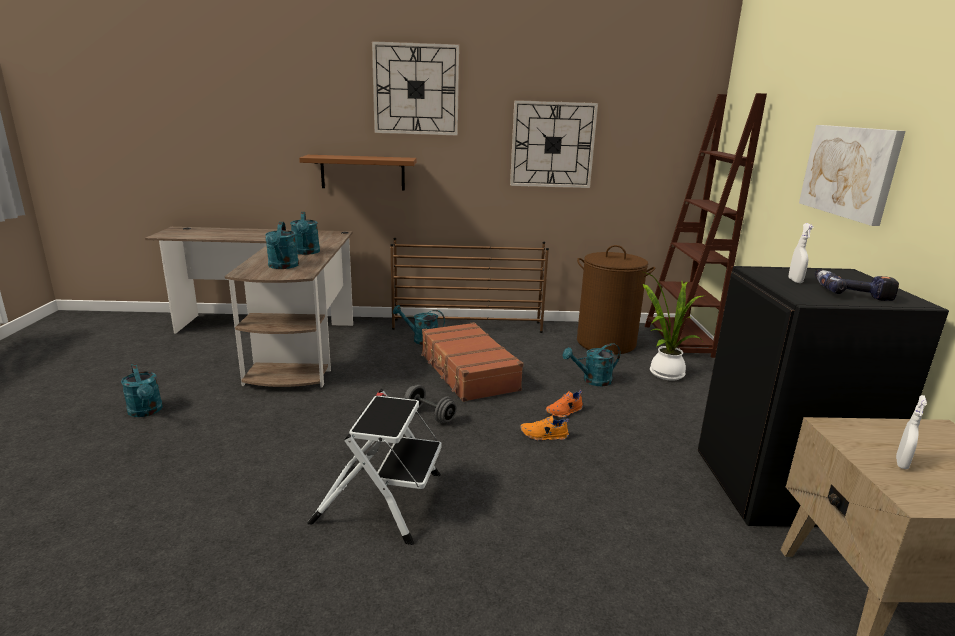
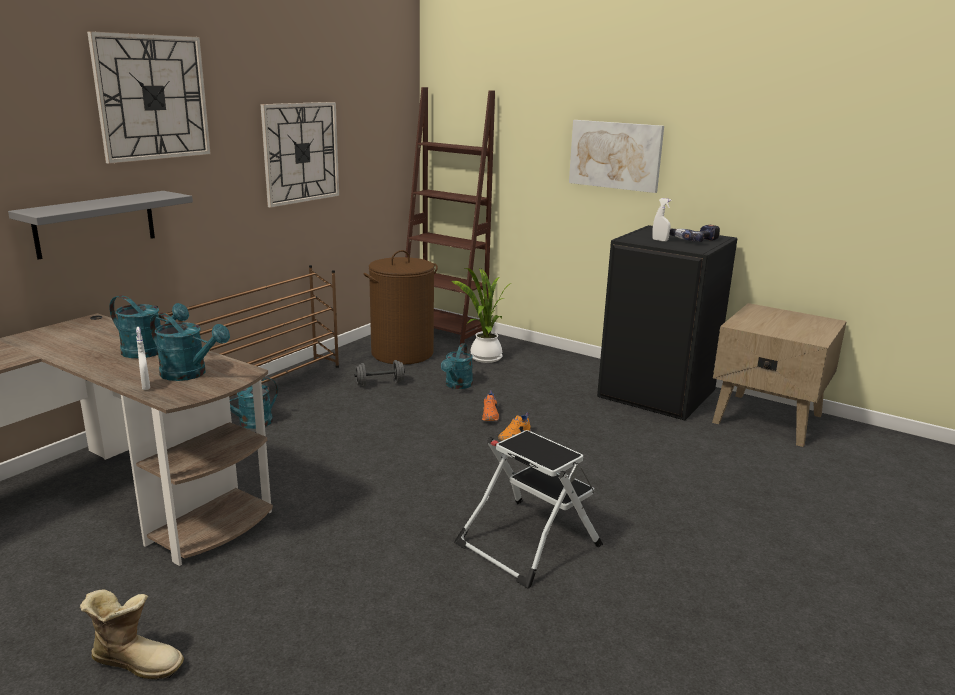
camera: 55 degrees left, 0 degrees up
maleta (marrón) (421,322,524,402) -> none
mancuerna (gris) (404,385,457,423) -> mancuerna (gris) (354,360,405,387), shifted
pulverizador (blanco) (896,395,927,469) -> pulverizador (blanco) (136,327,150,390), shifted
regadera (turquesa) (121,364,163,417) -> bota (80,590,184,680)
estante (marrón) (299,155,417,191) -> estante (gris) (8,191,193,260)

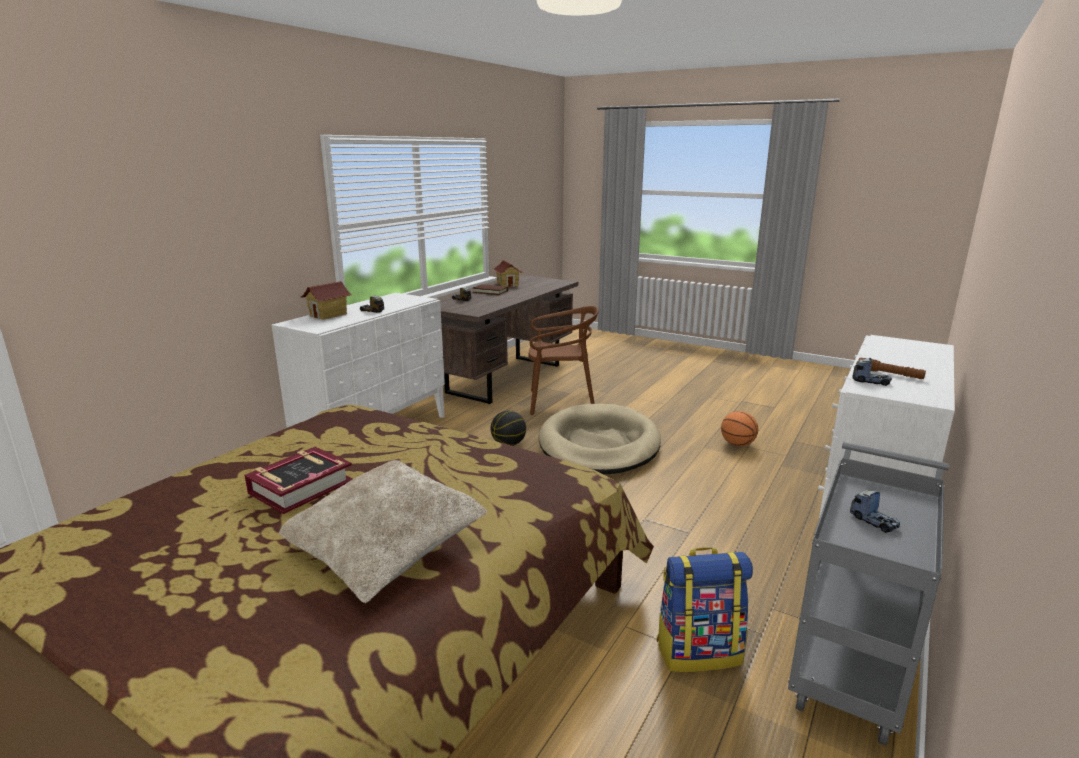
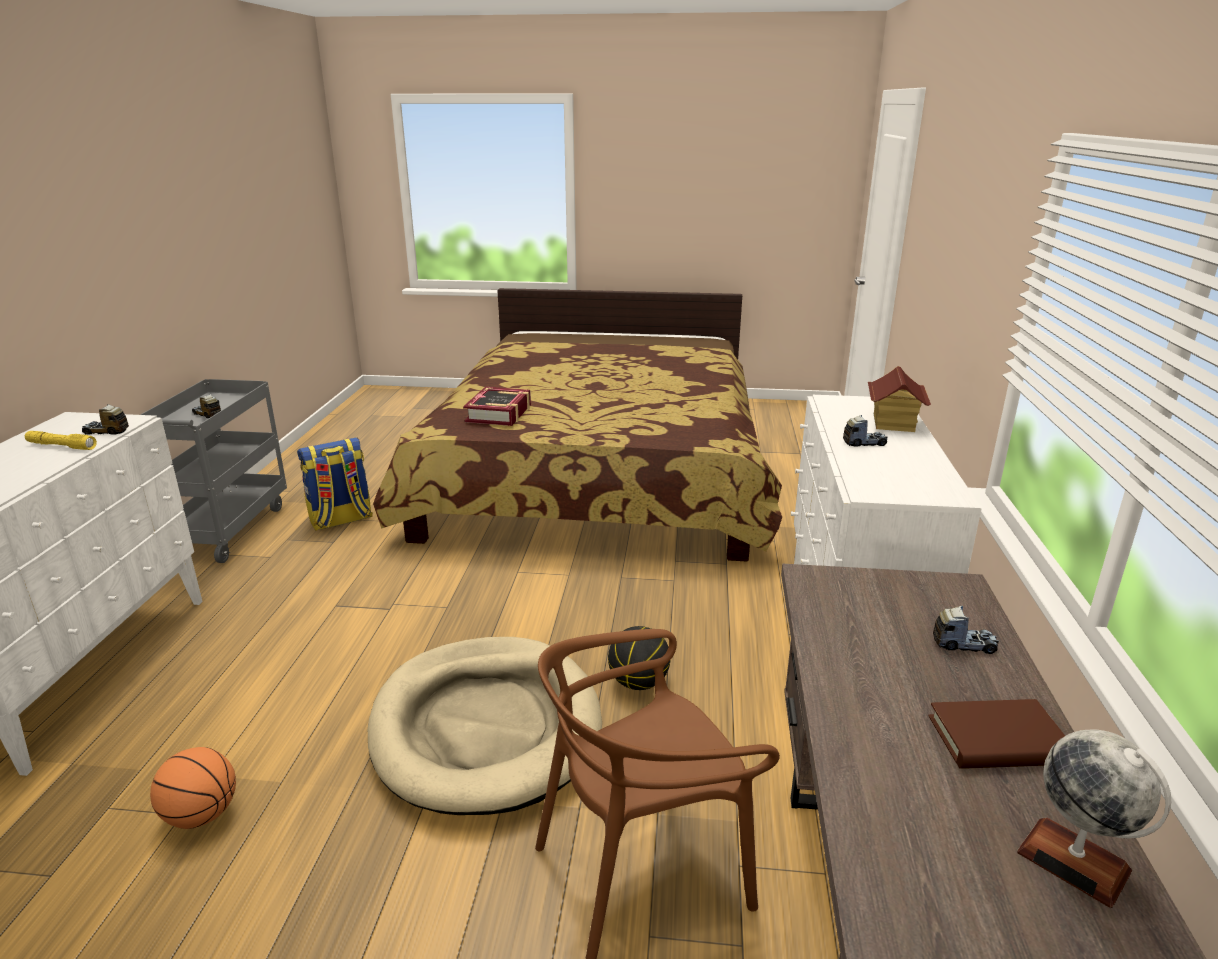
camera: 155 degrees right, 5 degrees up
cojín (beis) (279,460,487,603) -> none
libro (245,447,353,514) -> libro (463,387,531,426), shifted
casita (493,260,522,287) -> globo terráqueo (1017,729,1171,908)
linterna (marrón) (858,358,926,379) -> linterna (amarillo) (25,431,97,450)

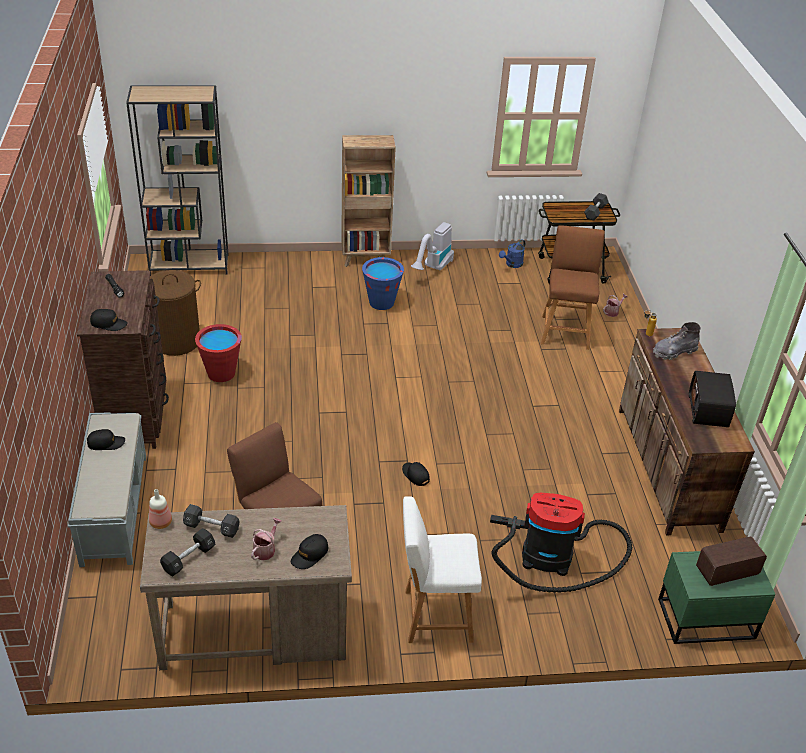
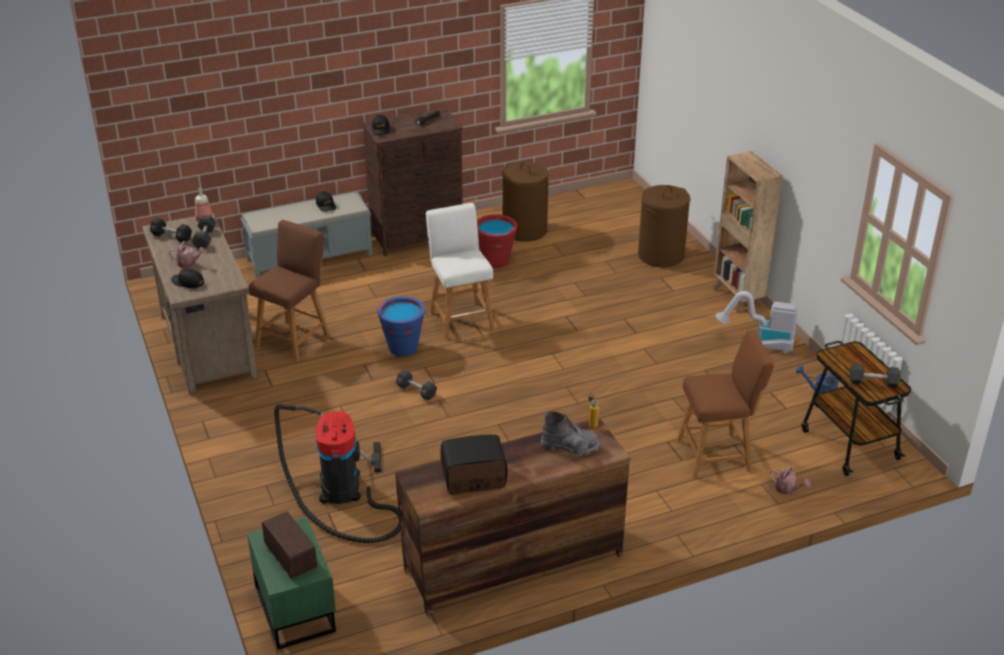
camera: 75 degrees right, 5 degrees down
estantería (126,85,229,276) -> none
none -> cesto de la ropa (marrón) (638,185,690,268)
cubo (azul) (362,257,404,310) -> cubo (azul) (377,296,425,357), shifted
taburete (blanco) (403,496,482,643) -> taburete (blanco) (426,203,495,340), shifted
gorra (negro) (402,462,430,486) -> mancuerna (negro) (396,369,437,401)
bota (gris) (653,322,701,360) -> bota (gris) (541,411,600,456), 135 degrees clockwise

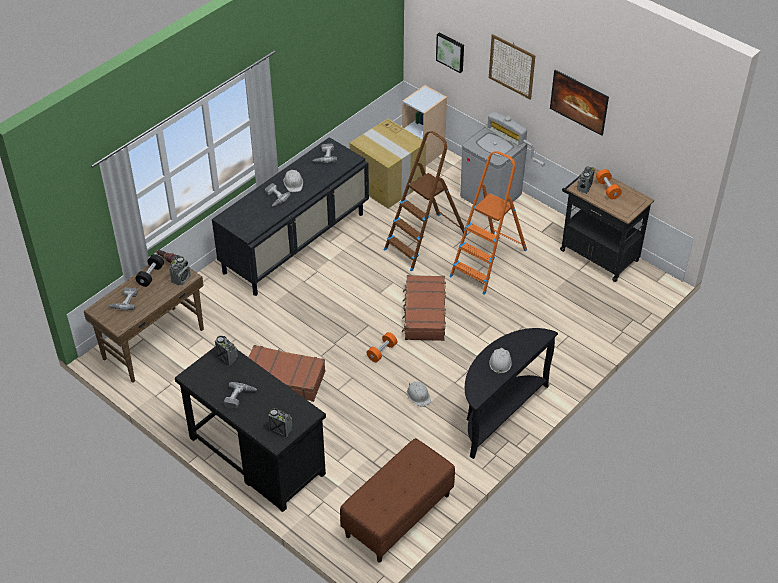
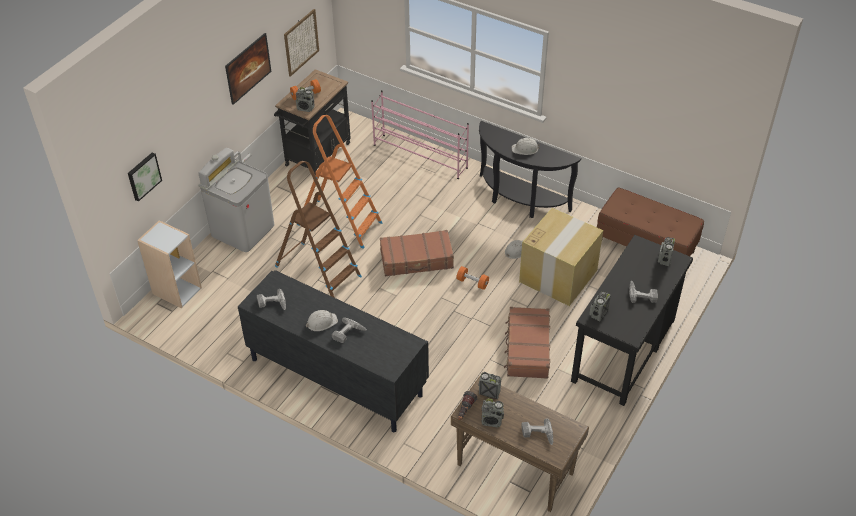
camera: 100 degrees left, 0 degrees up
none -> zapatero (rosa) (371,90,469,179)
caja de cartón (350,118,426,209) -> caja de cartón (519,208,603,306), shifted
cuadro (489,34,535,99) -> cuadro (284,9,319,77), shifted
mancuerna (negro) (135,254,164,287) -> radio (482,399,504,427)

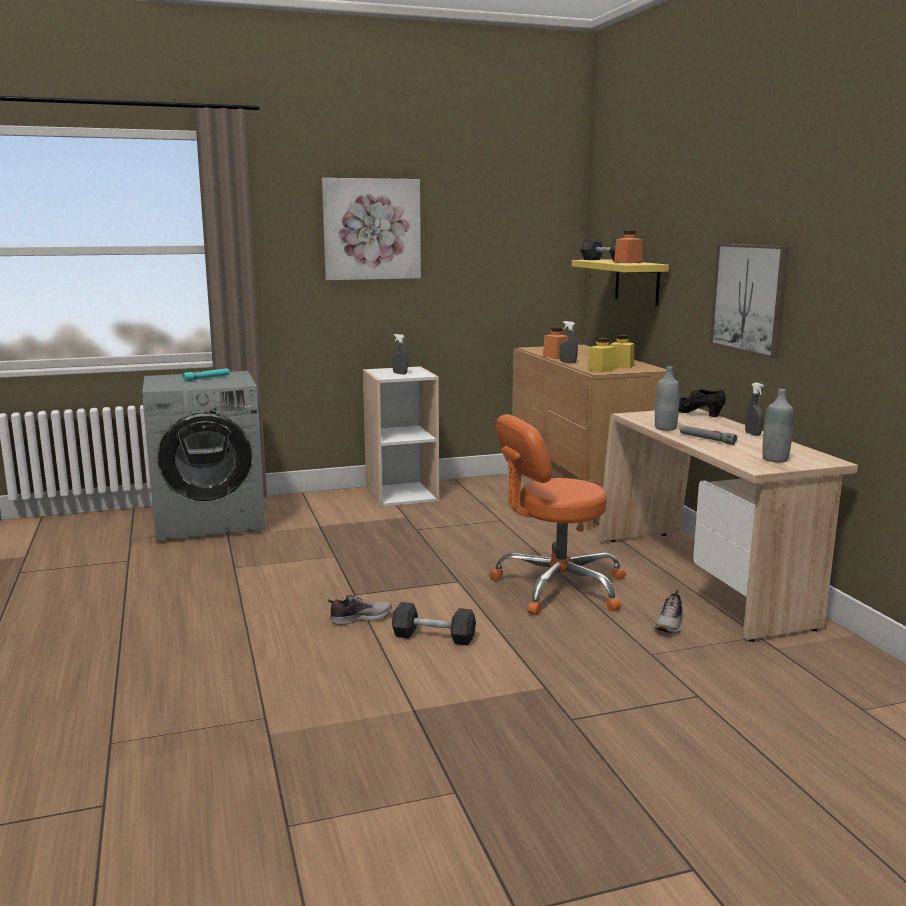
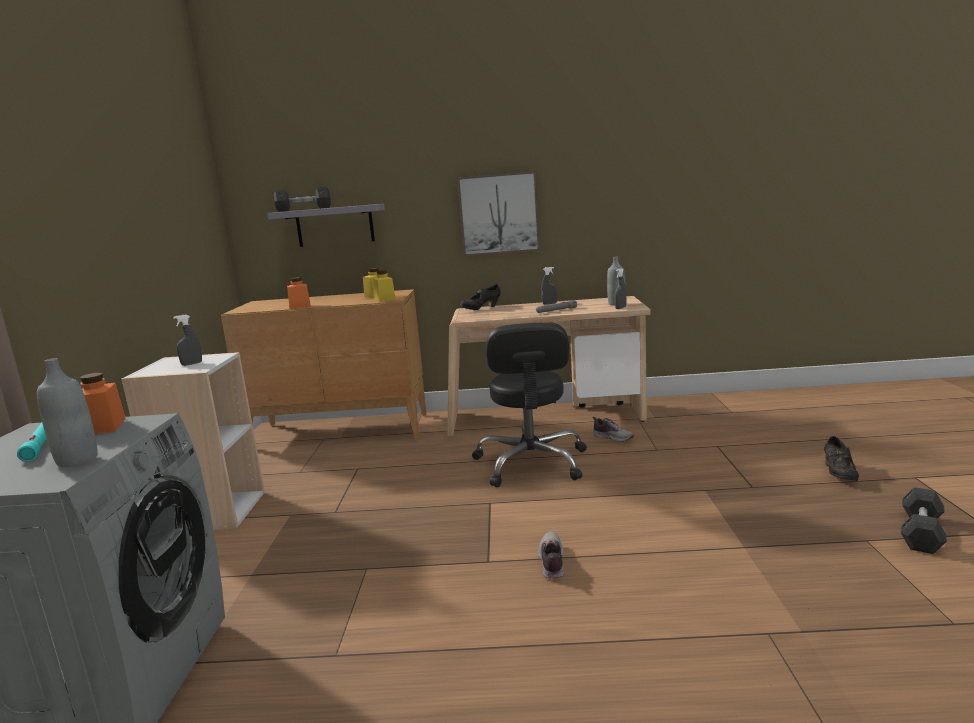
camera: 70 degrees left, 0 degrees up
cuadro (322,178,421,280) -> none
none -> zapato (negro) (824,436,859,481)
mancuerna (gris) (392,602,476,645) -> mancuerna (gris) (901,487,947,554), shifted
pulverizador (gris) (560,321,578,363) -> pulverizador (gris) (615,268,626,309), shifted
tarro (naranja) (614,231,642,263) -> tarro (naranja) (80,373,126,434), shifted
botella (gris) (655,366,680,431) -> botella (gris) (37,358,98,467), shifted
silla de oficina (naranja) (489,414,626,615) -> silla de oficina (negro) (472,323,587,487)
estante (amarillo) (572,259,669,306) -> estante (gris) (267,204,385,247)

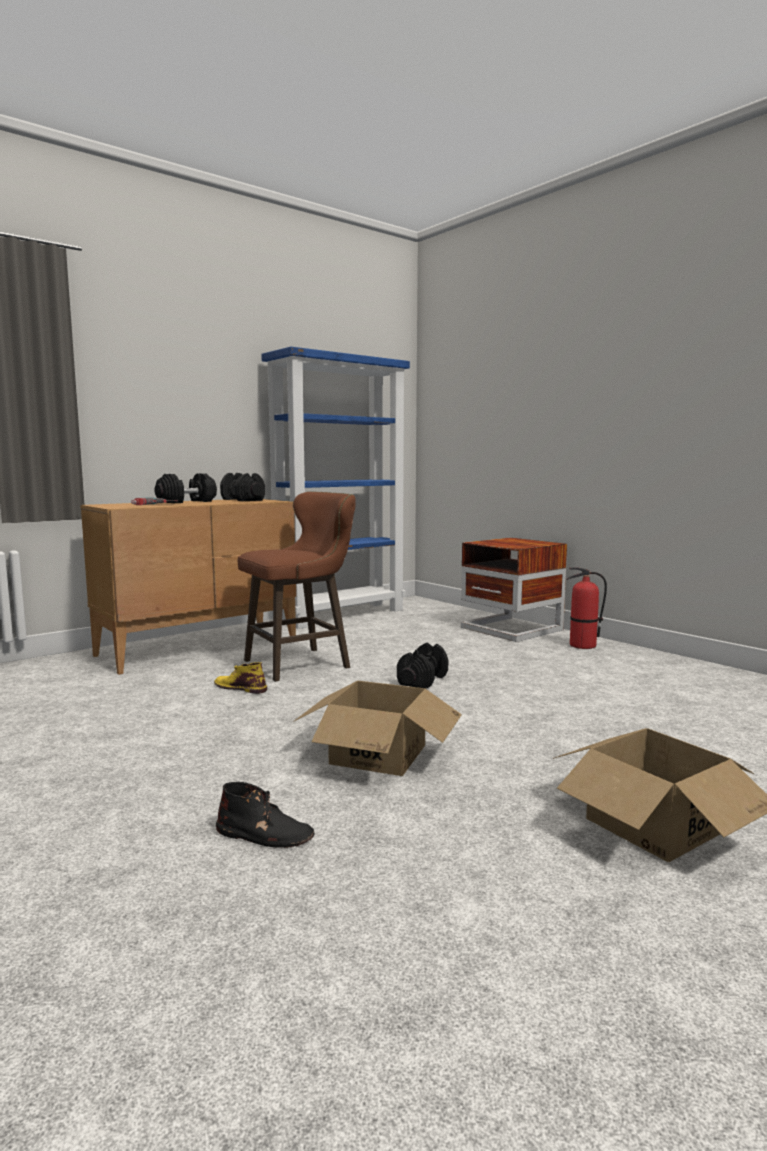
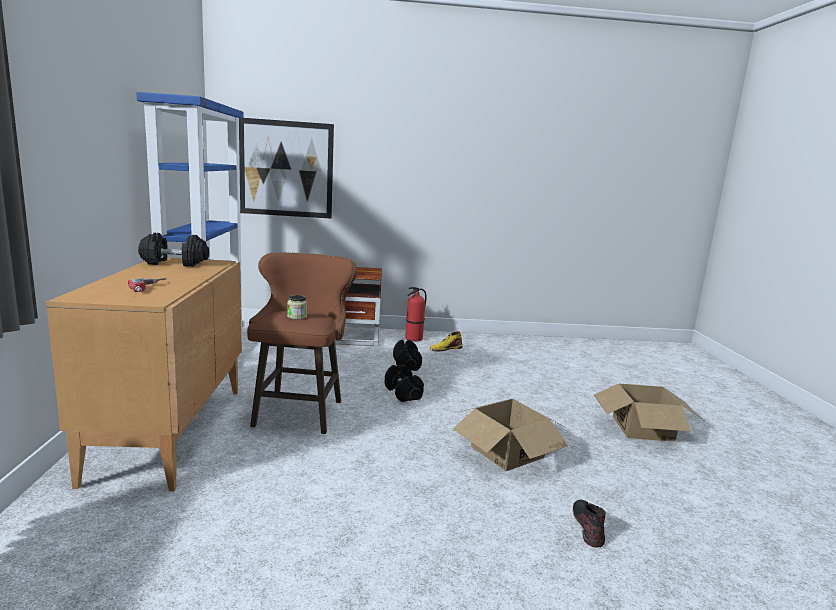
camera: 55 degrees left, 5 degrees up
none -> cuadro (239,118,334,219)
none -> tarro (287,295,307,319)
mancuerna (negro) (154,473,217,503) -> mancuerna (negro) (393,340,422,371), shifted
bota (amarillo) (214,662,267,694) -> bota (amarillo) (430,331,463,351), shifted
bota (negro) (216,782,315,848) -> bota (negro) (573,499,606,548), 45 degrees counterclockwise

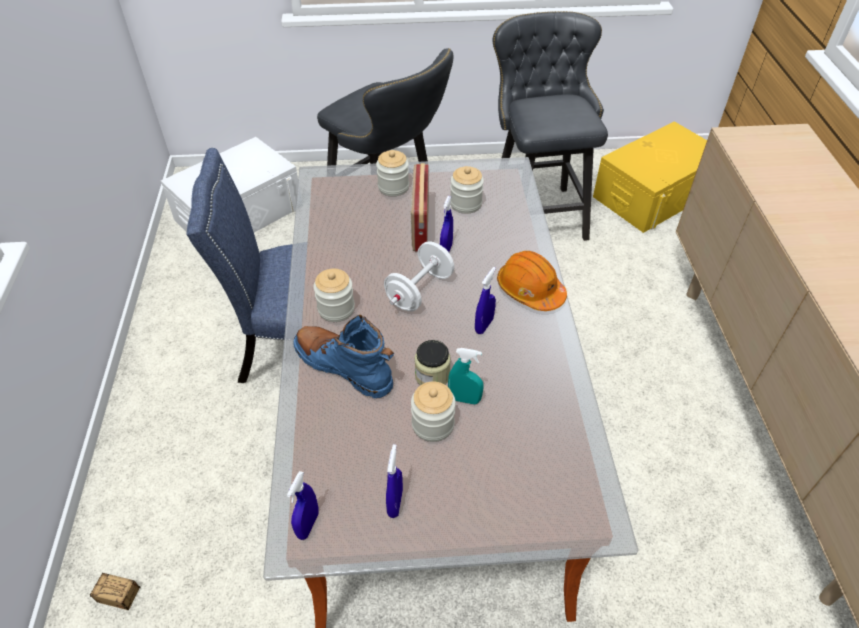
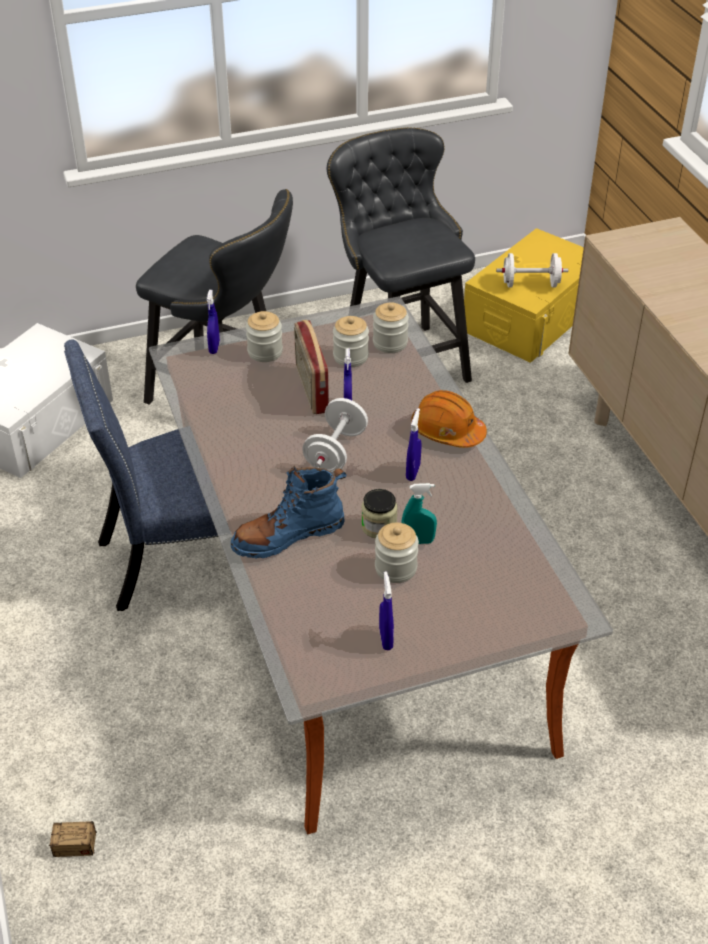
camera: 15 degrees left, 5 degrees down
none -> mancuerna (blanco) (496,253,568,288)
pulverizador (azul) (287,471,319,540) -> pulverizador (azul) (207,290,220,354), shifted
tarro (314,269,355,322) -> tarro (373,302,409,353), shifted
bota (azul) (293,315,394,399) -> bota (azul) (231,466,347,558), 45 degrees counterclockwise

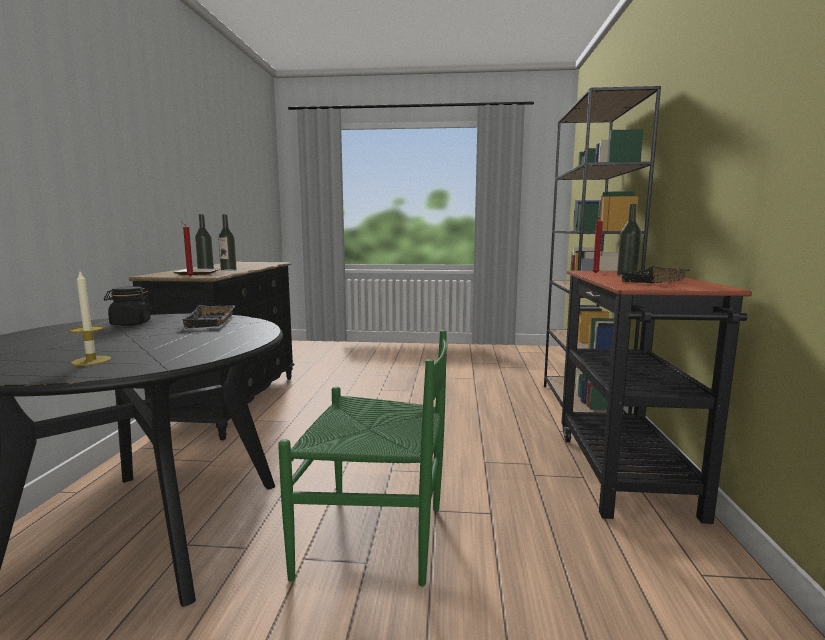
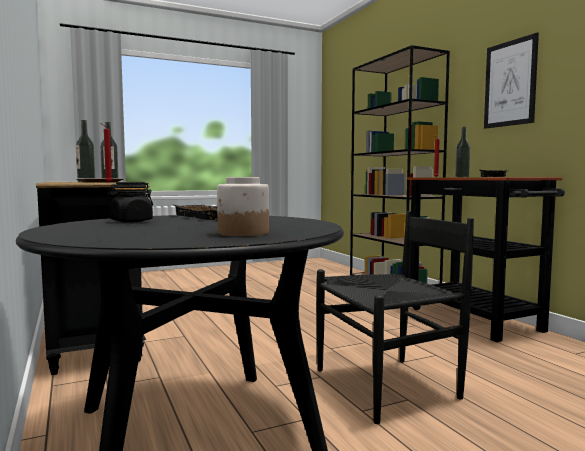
camera: 30 degrees left, 5 degrees down
none -> cuadro (484,33,539,129)
vela (70,272,111,366) -> tarro (217,177,269,236)
silla (verde) (278,330,447,586) -> silla (negro) (317,211,474,424)

